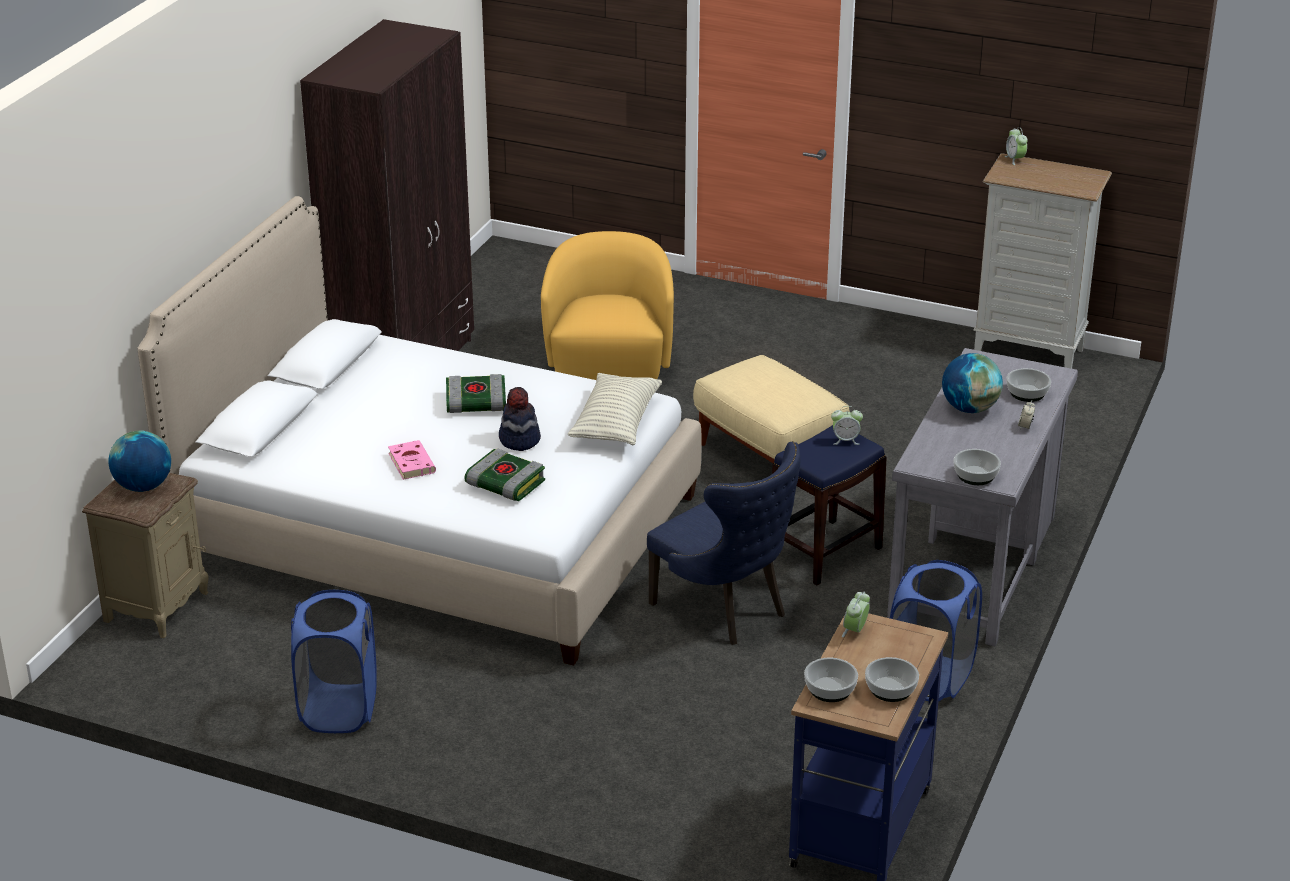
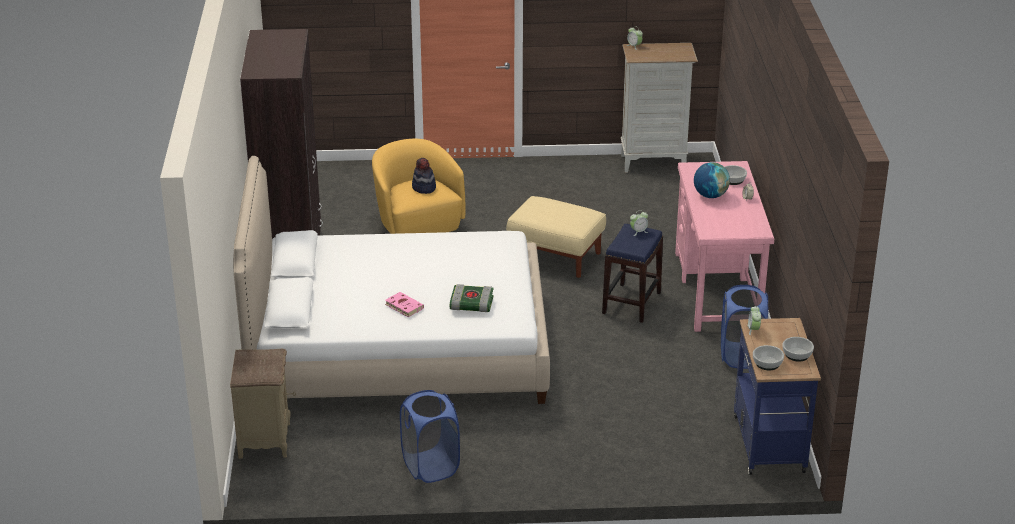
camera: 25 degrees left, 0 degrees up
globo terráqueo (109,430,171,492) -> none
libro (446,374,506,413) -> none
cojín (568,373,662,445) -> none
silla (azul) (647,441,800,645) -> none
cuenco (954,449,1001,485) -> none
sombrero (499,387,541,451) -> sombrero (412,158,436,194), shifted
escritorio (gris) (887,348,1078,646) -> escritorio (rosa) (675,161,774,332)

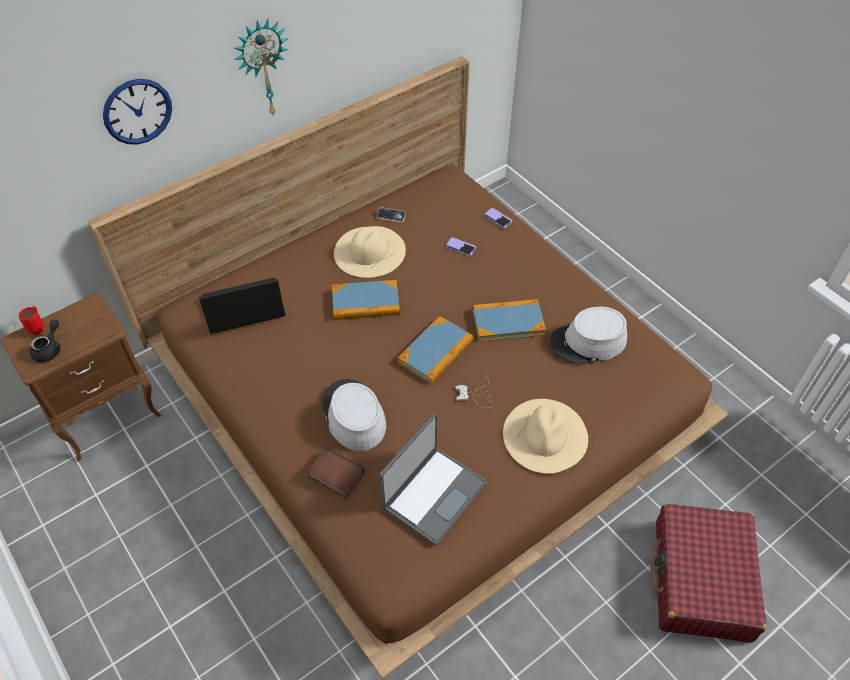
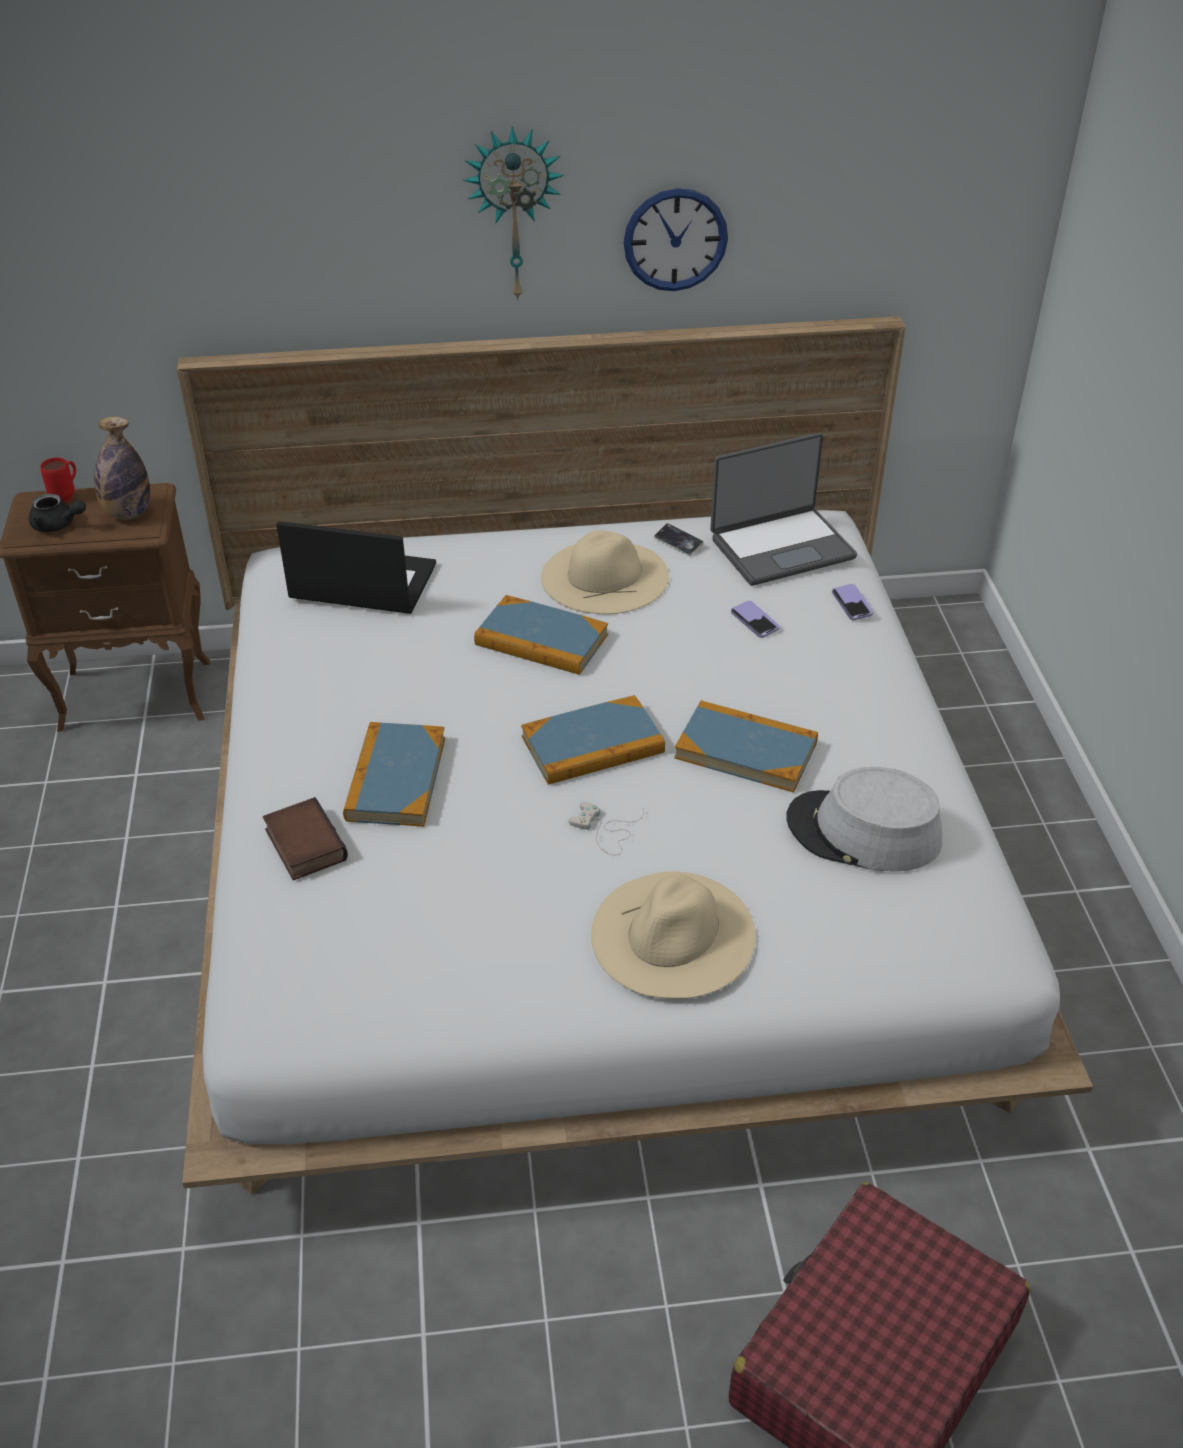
camera: 30 degrees right, 10 degrees down
none -> botella (94,417,150,520)
reloj de pared (103,79,172,144) -> reloj de pared (623,188,728,291), shifted
portátil (379,413,487,545) -> portátil (710,433,857,586), shifted
sombrero (gris) (322,379,386,451) -> libro (343,722,445,827)
cama (marrón) (87,56,728,679) -> cama (blanco) (177,316,1093,1194)
tetera (negro) (30,320,61,362) -> tetera (negro) (29,494,86,532), 60 degrees clockwise

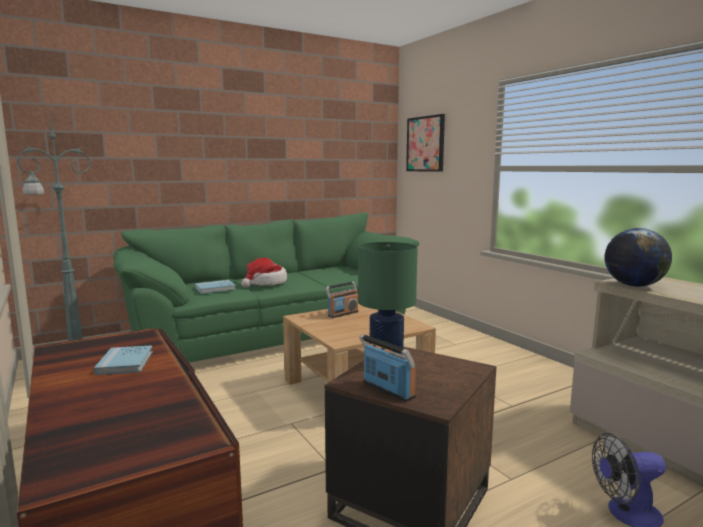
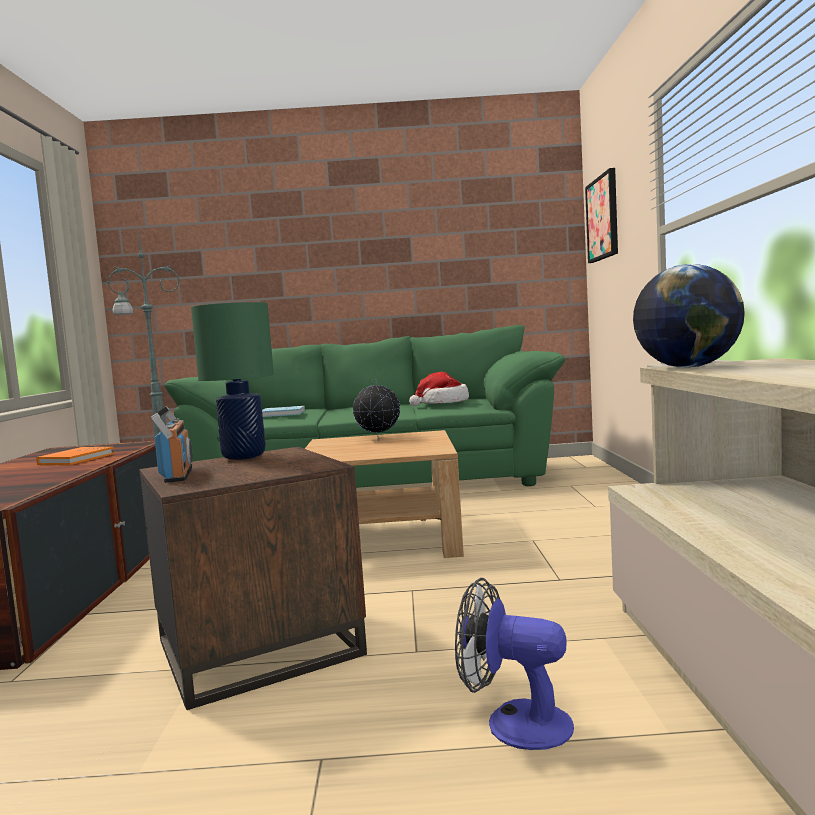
camera: 30 degrees right, 5 degrees down
sombrero (241,258,287,287) -> sombrero (409,372,469,406), shifted
radio (325,281,358,318) -> globo terráqueo (353,379,400,439)
libro (azul) (94,345,153,375) -> libro (naranja) (36,447,114,465)

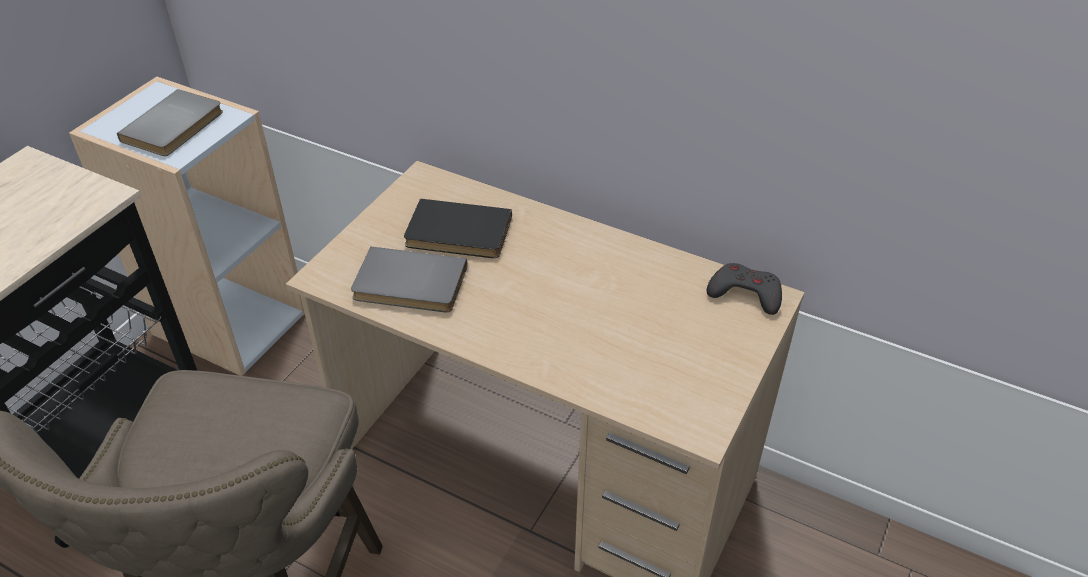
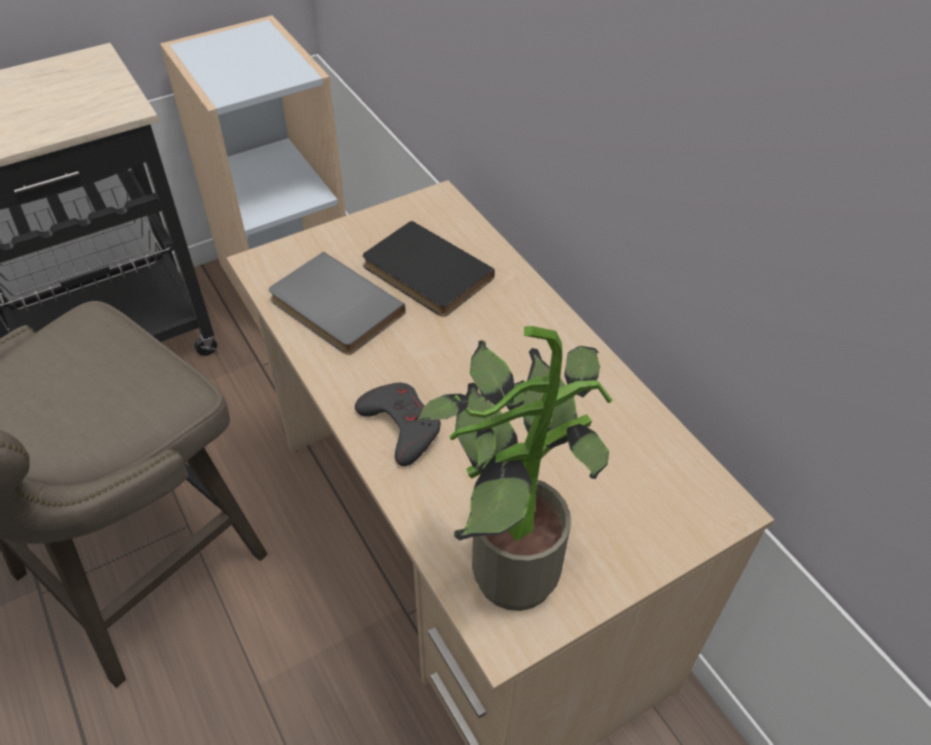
camera: 30 degrees right, 5 degrees up
libro (gris) (117,89,223,156) -> none
none -> planta en maceta (414,326,612,611)
mando de consola (gris) (707,263,782,315) -> mando de consola (gris) (355,383,441,466), shifted

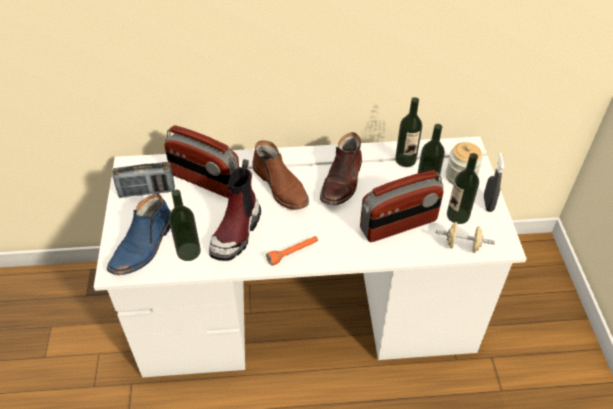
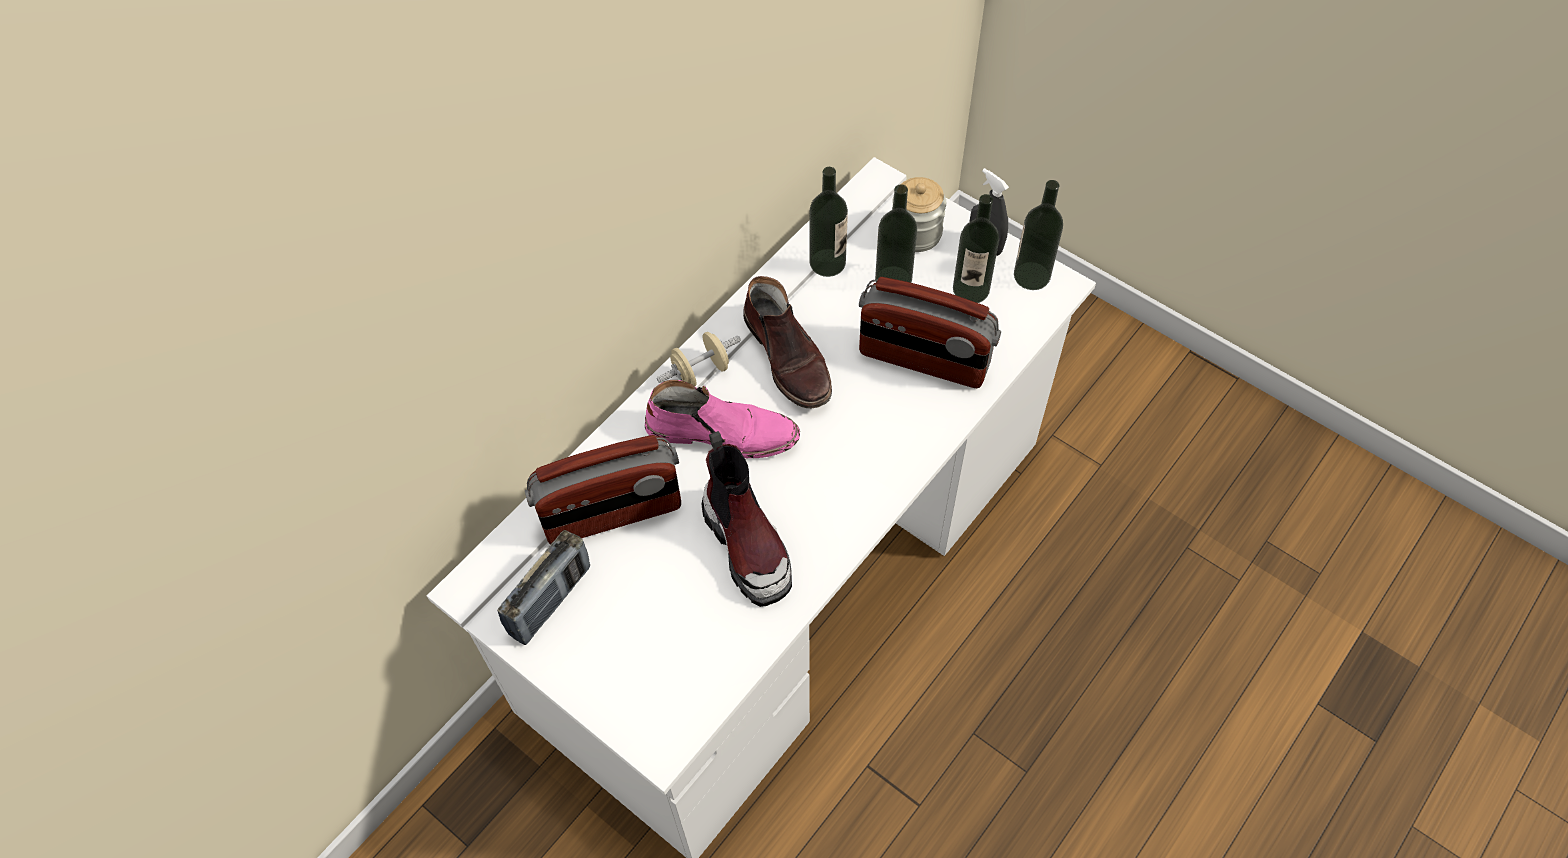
camera: 45 degrees left, 10 degrees up
bota (azul) (107,193,171,275) -> none
linterna (naranja) (266,236,318,266) -> none
botella (169,190,201,261) -> botella (1014,180,1063,290), shifted
mancuerna (beis) (436,222,495,253) -> mancuerna (beis) (657,332,741,386), shifted
bota (marrón) (252,141,309,210) -> bota (rosa) (645,380,800,458)
radio (360,170,443,242) -> radio (859,277,1001,388), 90 degrees clockwise

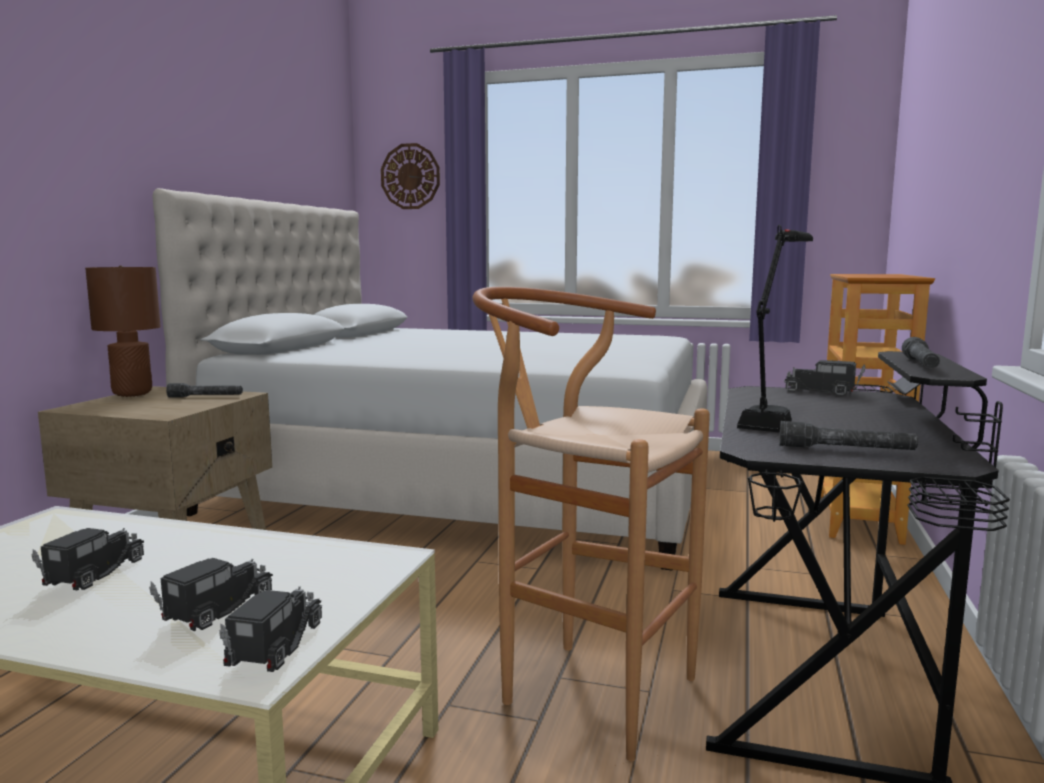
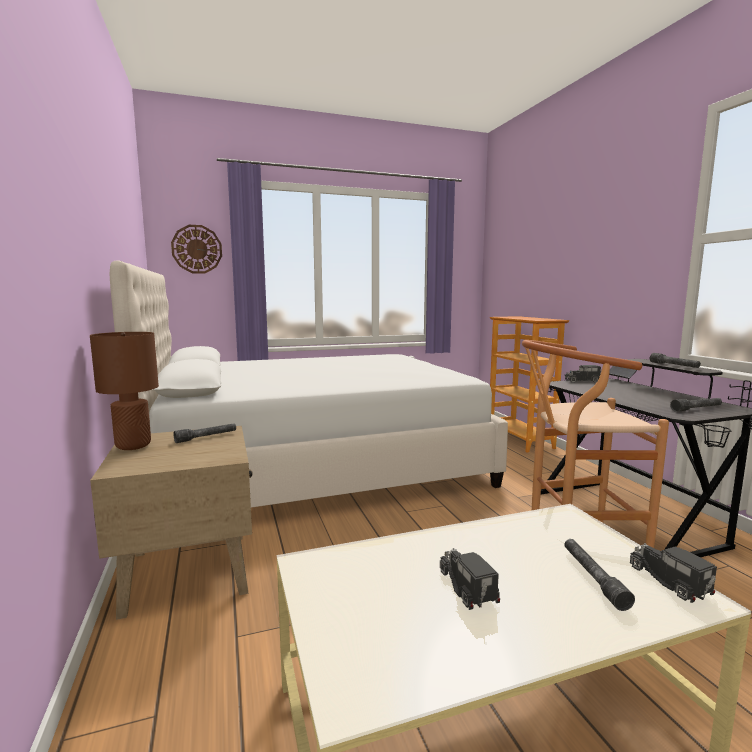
camera: 35 degrees left, 0 degrees up
lámpara de mesa (negro) (737,225,813,433) -> none
camión de juguete (149,558,273,631) -> linterna (gris) (564,539,635,611)

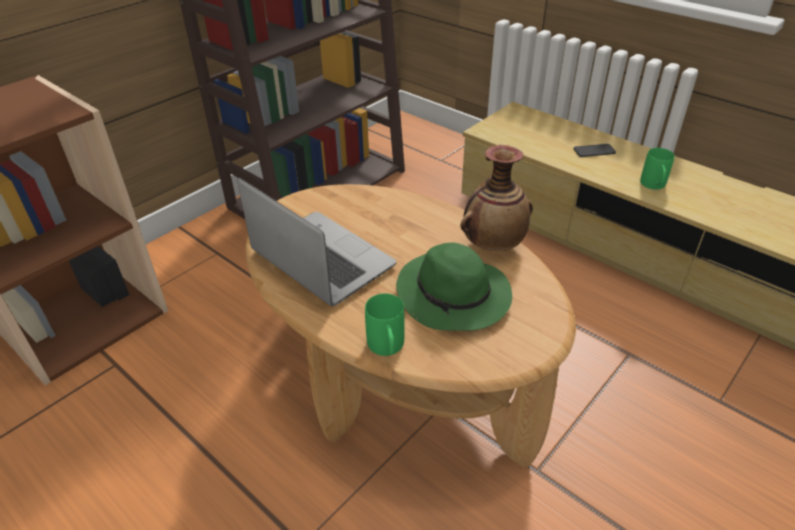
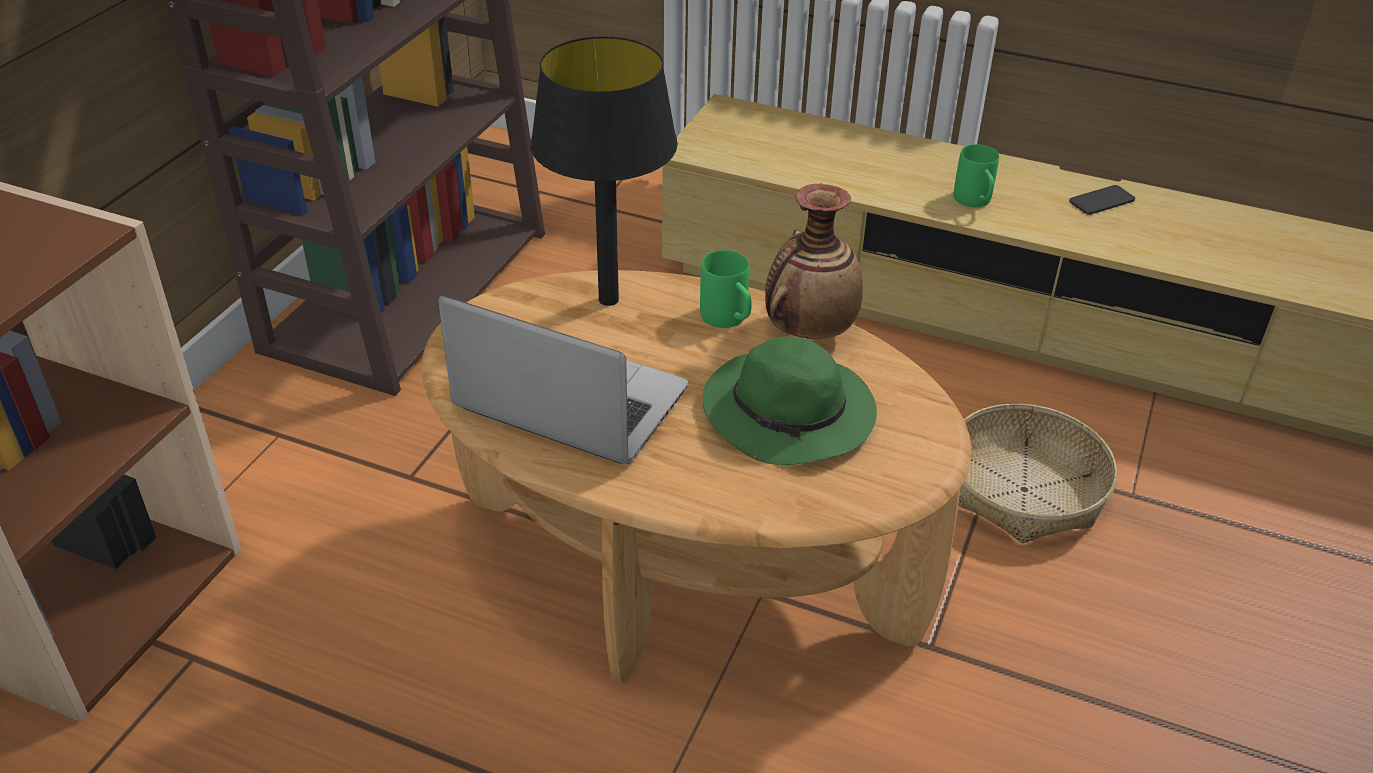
camera: 20 degrees left, 0 degrees up
none -> lámpara de mesa (negro) (530,36,678,306)
none -> cesta (958,403,1117,543)
taza grande (verde) (365,293,405,356) -> taza grande (verde) (700,250,752,328), shifted
móvil (574,144,616,157) -> móvil (1069,185,1135,215), shifted

